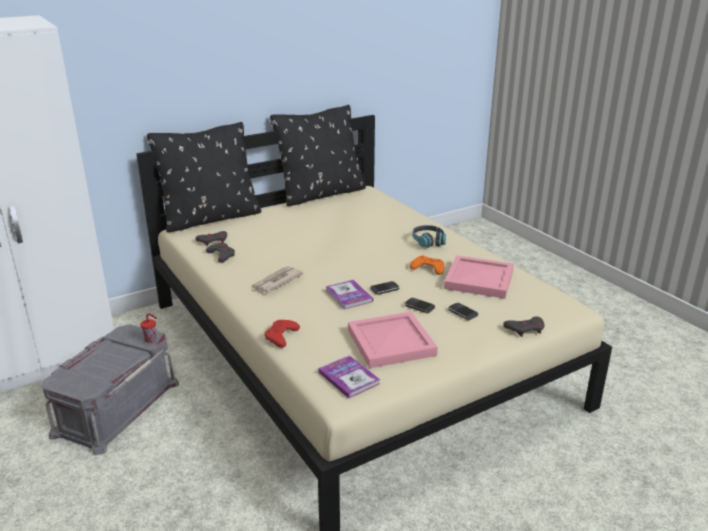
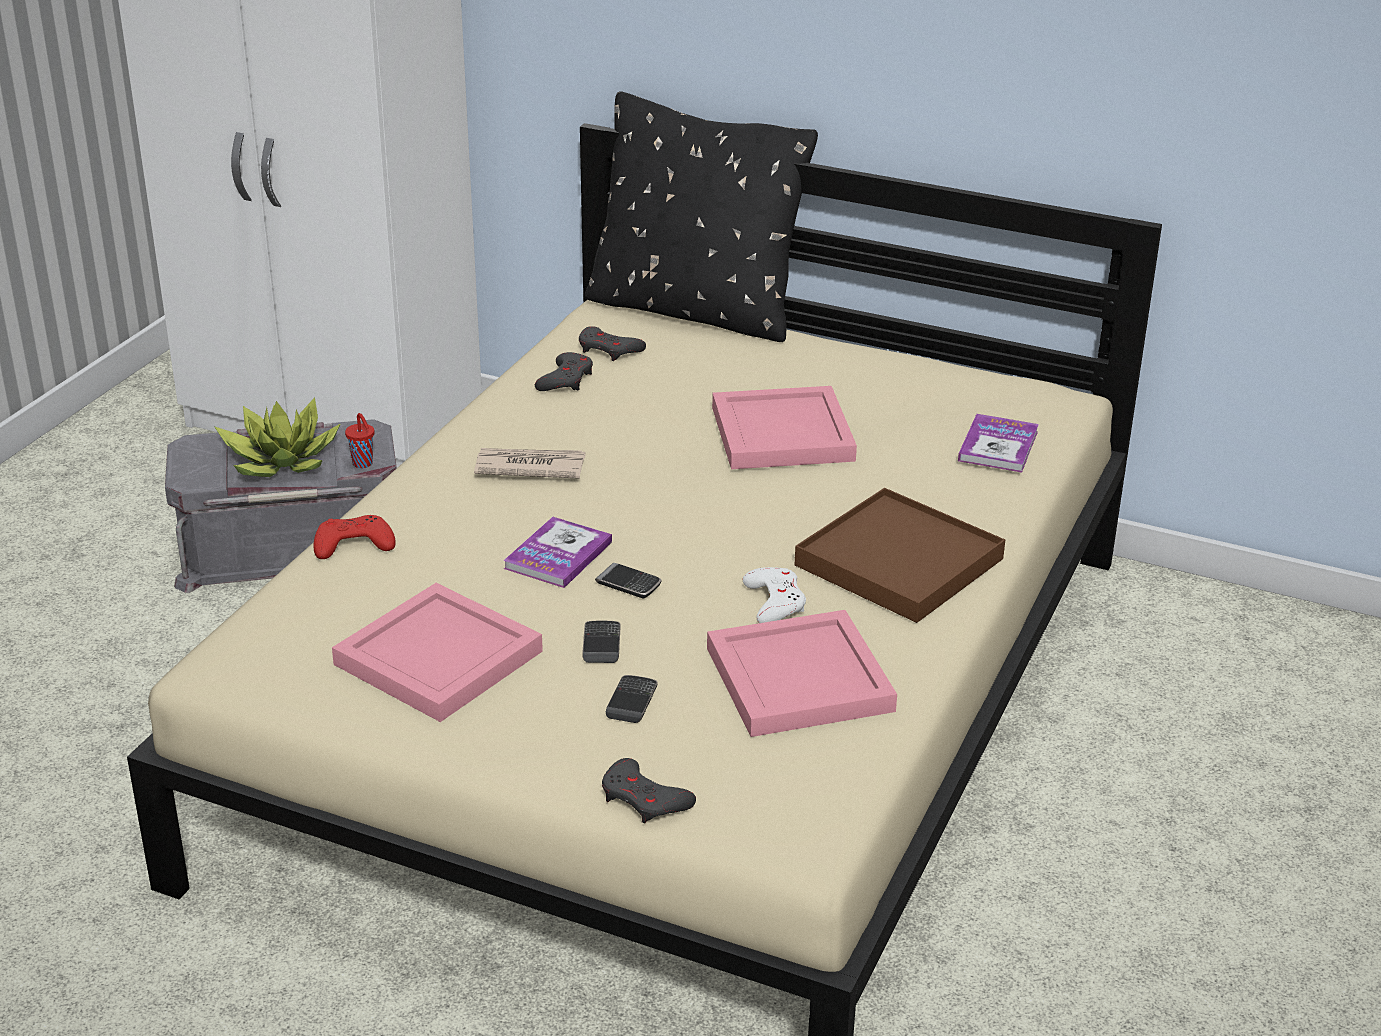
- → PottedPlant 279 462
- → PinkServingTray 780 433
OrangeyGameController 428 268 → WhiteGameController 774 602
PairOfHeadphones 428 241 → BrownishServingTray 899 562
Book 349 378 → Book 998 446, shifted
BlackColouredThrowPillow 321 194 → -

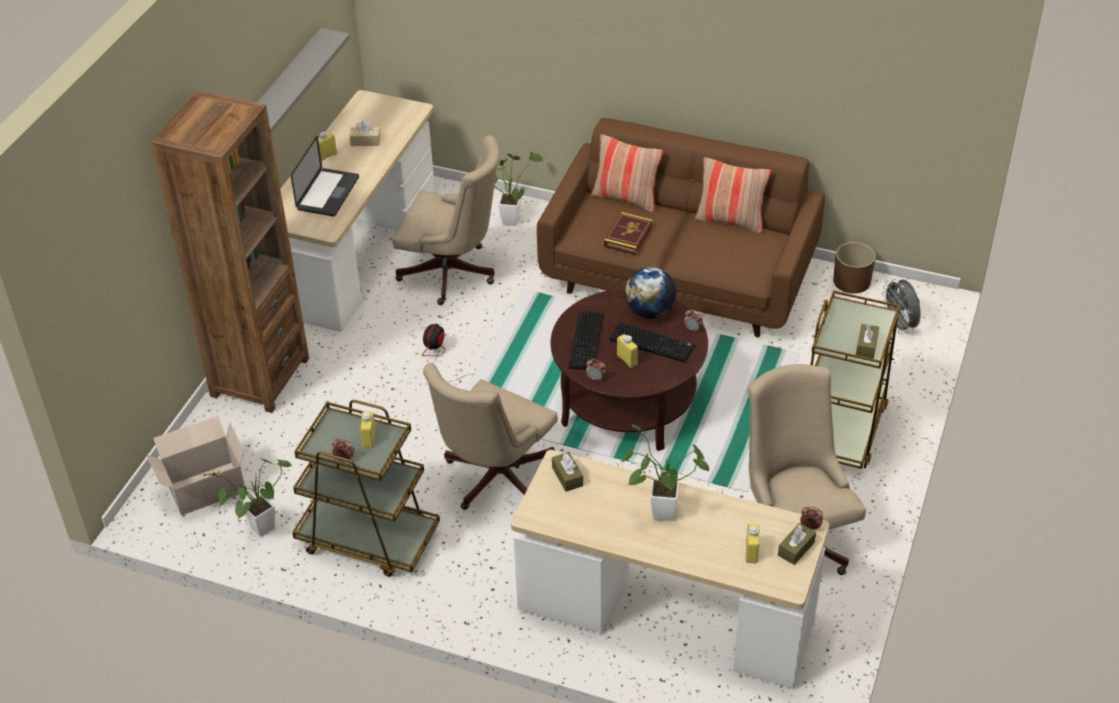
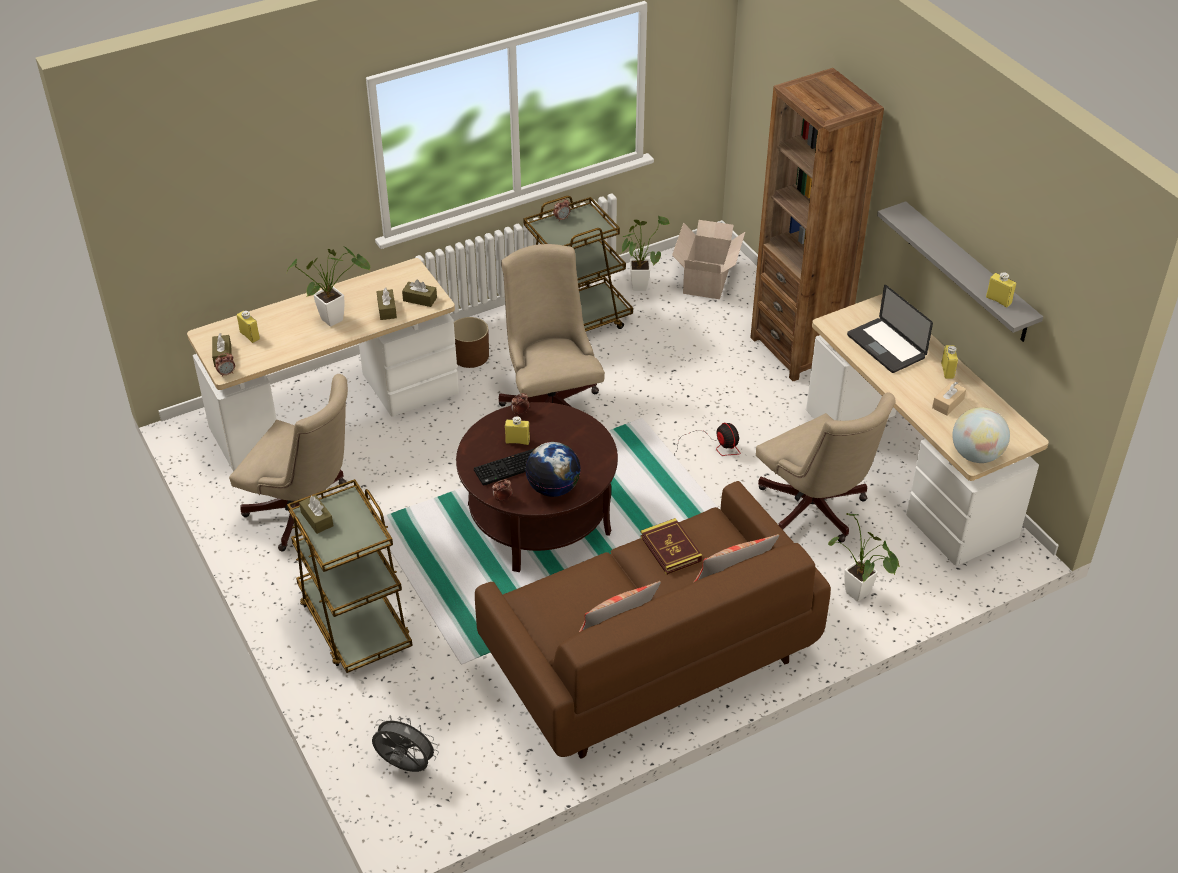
- → BrownishTissueBox 387 309
BrownishFlowerPot 852 281 → BrownishFlowerPot 470 356, shifted
BeigeComputerChair 453 274 → BeigeComputerChair 815 512, 90 degrees counterclockwise
- → WorldGlobe 976 455
YellowishBottle 369 438 → YellowishBottle 998 300, shifted
ComputerKeyboard 587 342 → -

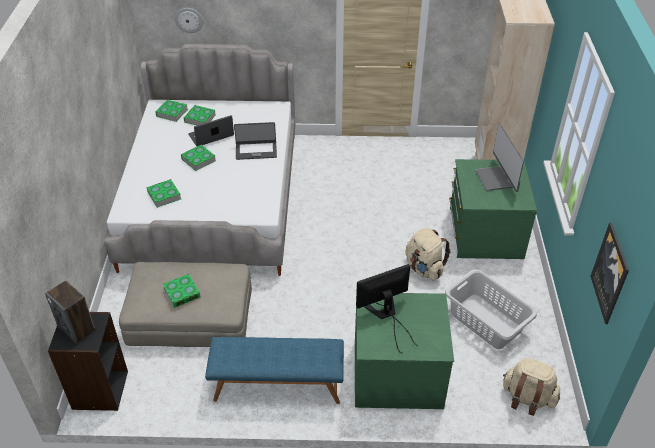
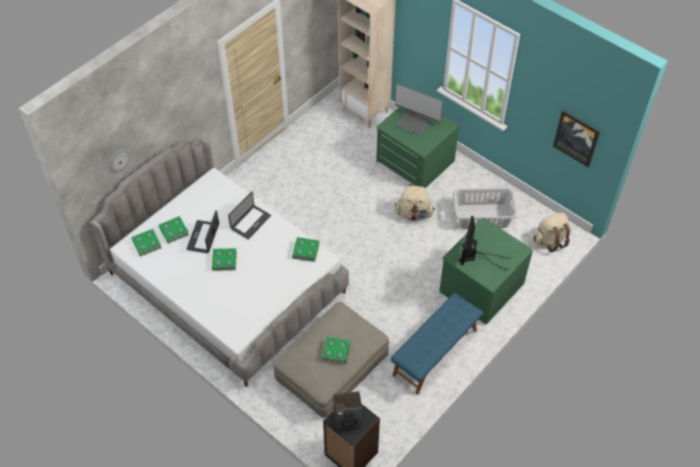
Book 164 195 → Book 306 251, shifted

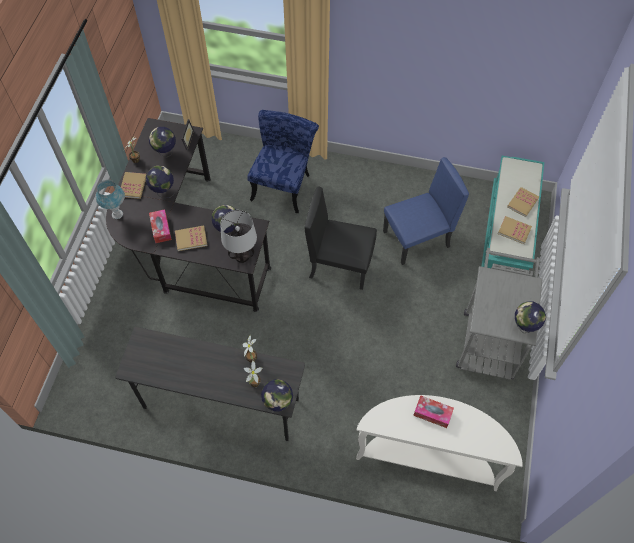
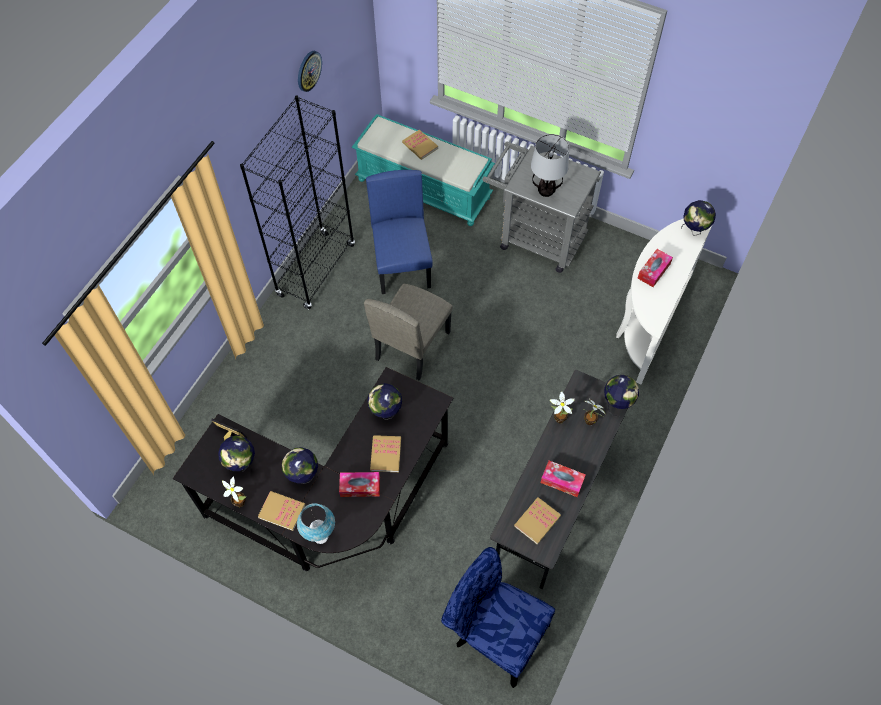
- → BlackColouredBookshelf 316 270
- → WallClock 308 70
BlackColouredPlainChair 340 264 → BeigePlainChair 412 345
BluishPlainChair 283 183 → BluishPlainChair 494 631, shifted
Book 514 230 → Book 537 521, shifted
LampForATable 241 257 → LampForATable 546 191, shifted
- → TissueBox 562 481
WorldGlobe 524 327 → WorldGlobe 694 230, shifted

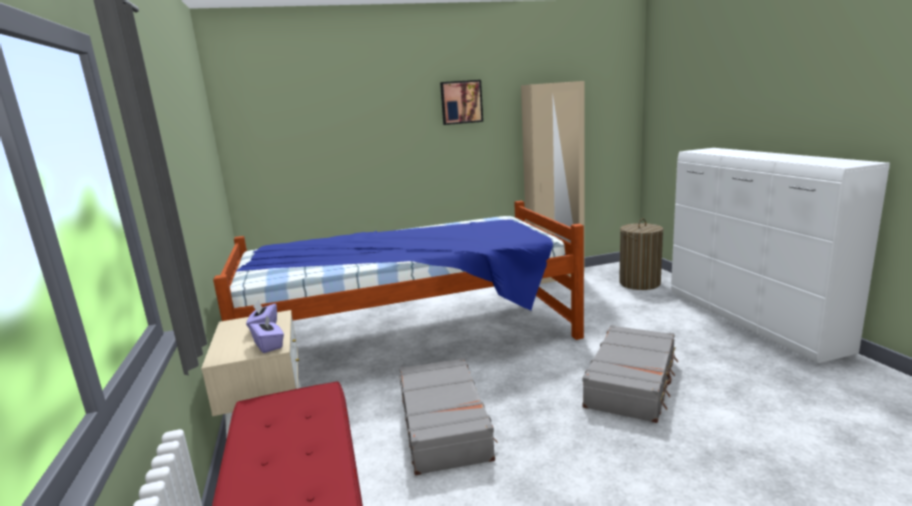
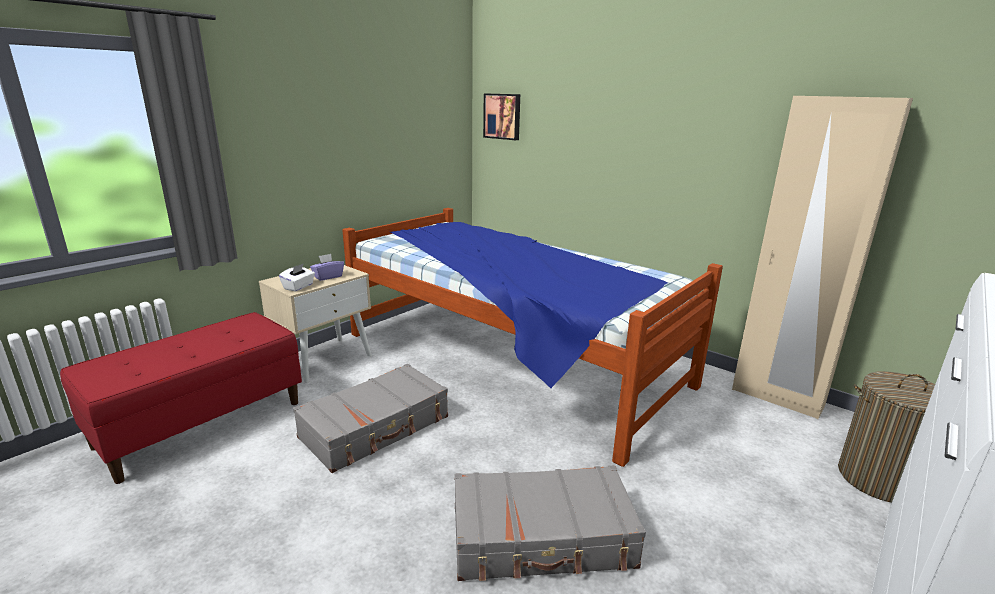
PurpleTissueBox 269 345 → WhiteTissueBox 299 287
WallArt 461 102 → WallArt 502 116, shifted

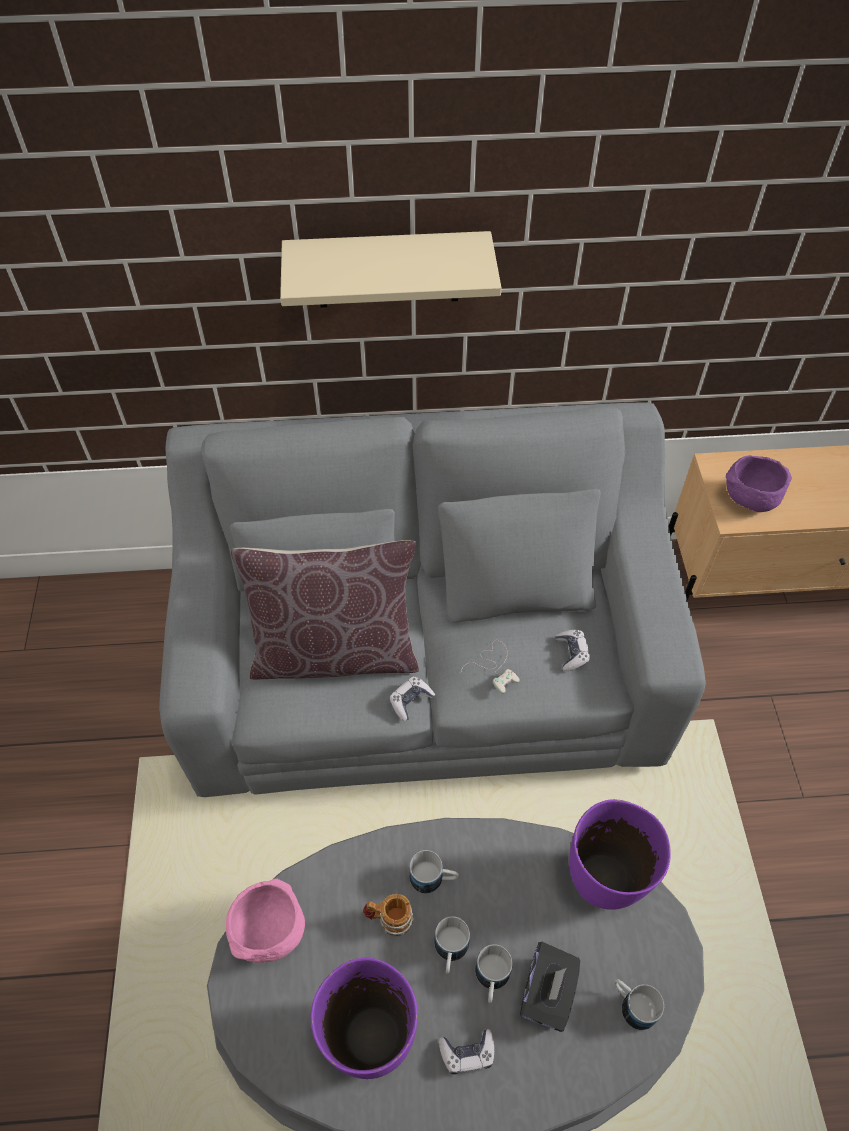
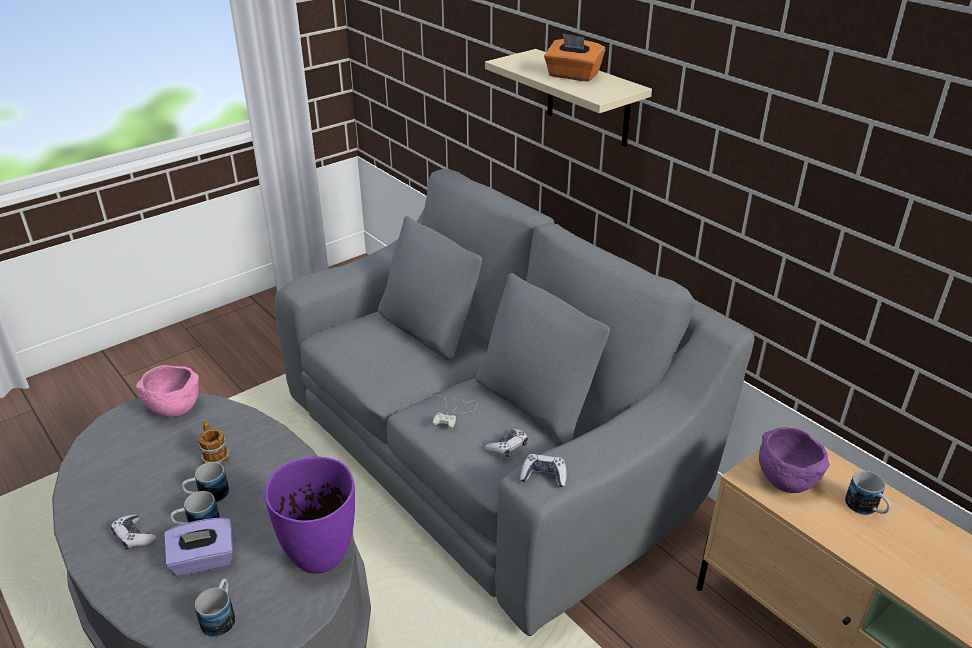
BlackColouredTissueBox 547 993 → PurpleTissueBox 204 561
GameController 410 701 → GameController 544 476, shifted
- → OrangeyTissueBox 573 76
TeaMug 433 878 → TeaMug 866 509, shifted
BrownishThrowPillow 335 652 → -
PurpleVase 370 1037 → -

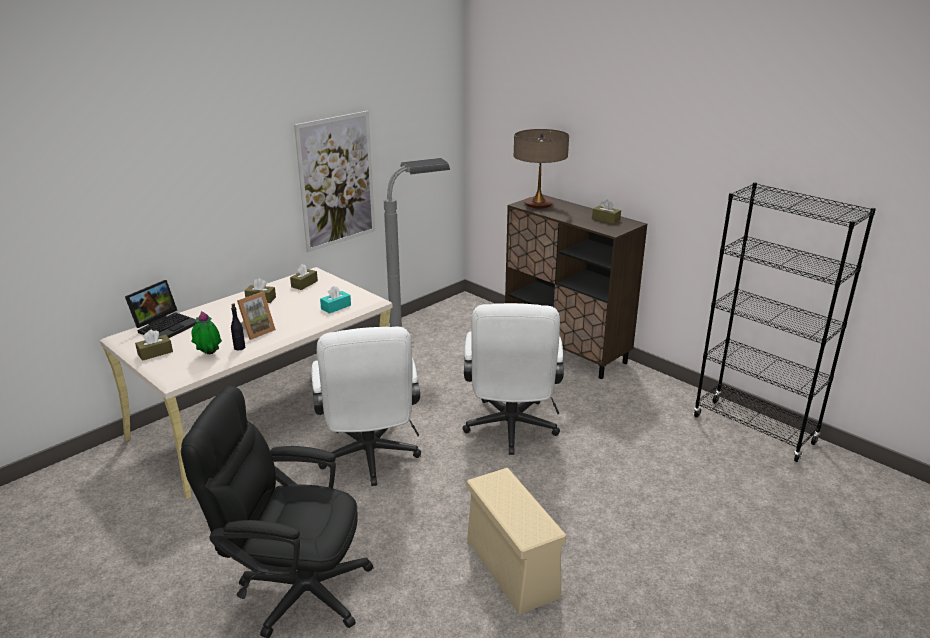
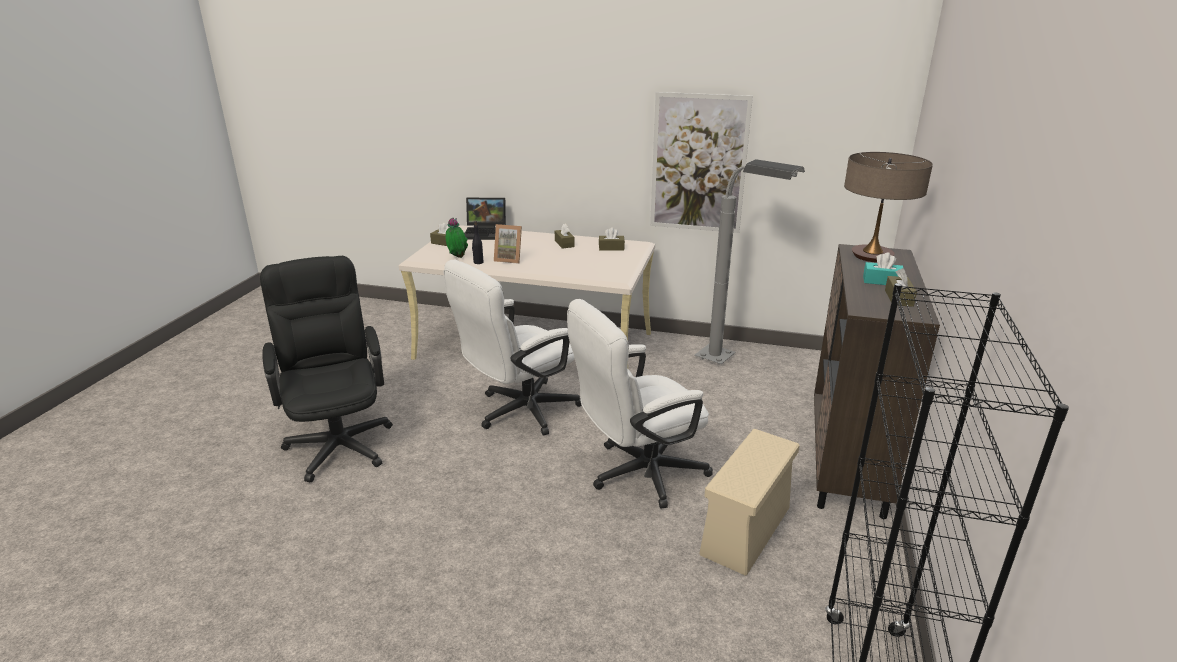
BeigeStorageBin 513 569 → BeigeStorageBin 745 532, shifted
TurquoiseTissueBox 336 307 → TurquoiseTissueBox 882 281, shifted

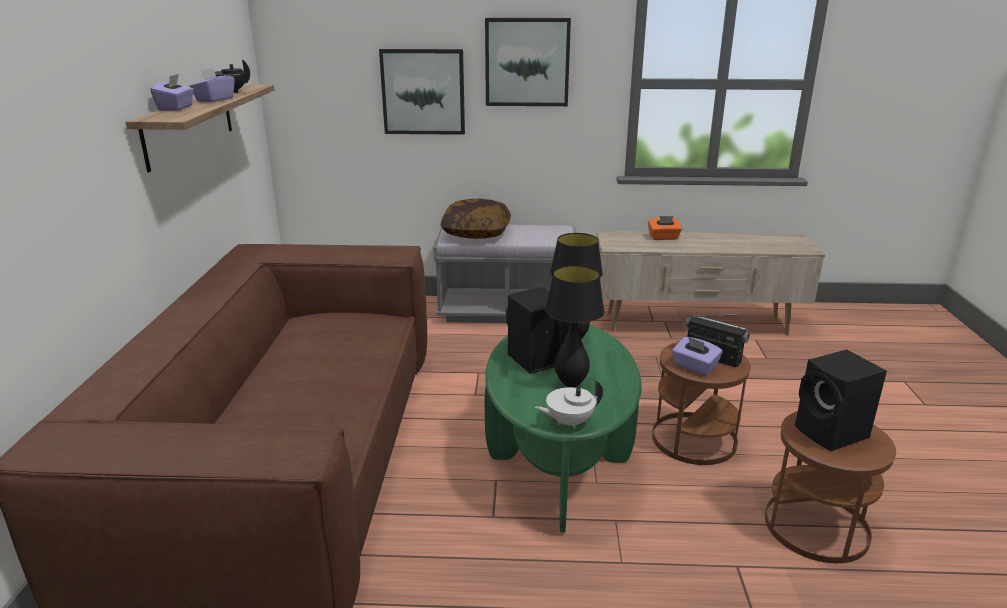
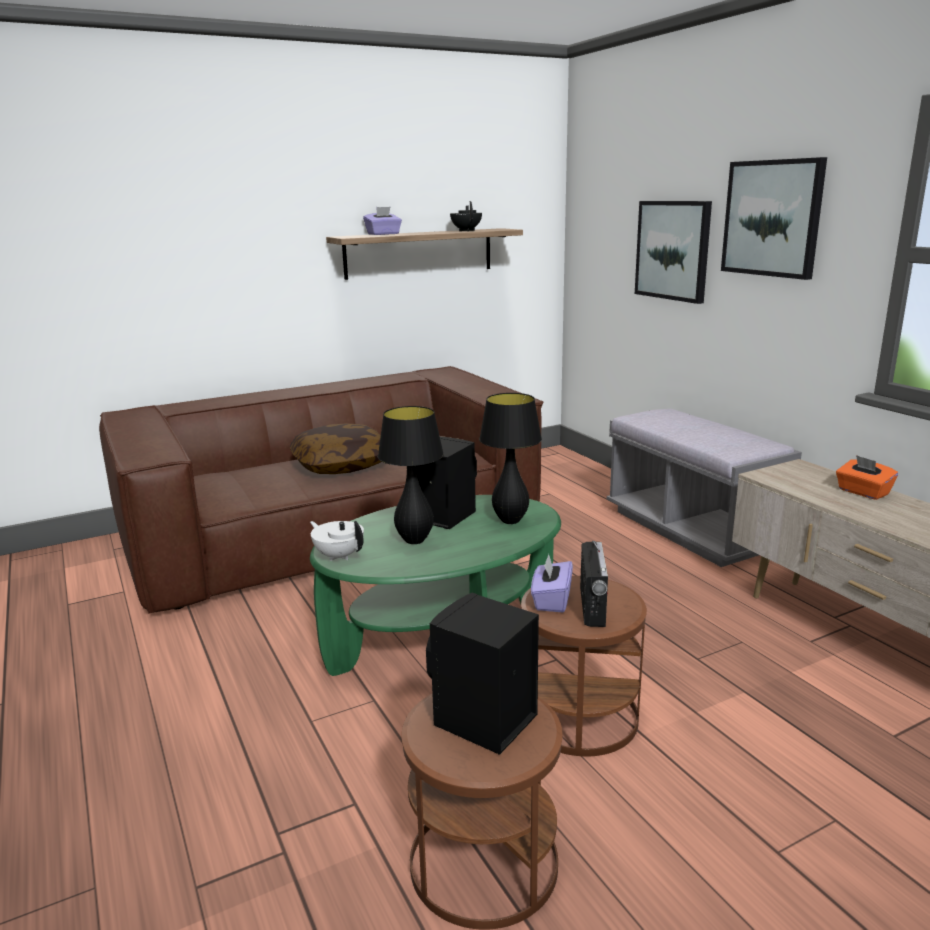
ThrowPillow 476 232 → ThrowPillow 341 465, shifted
PurpleTissueBox 214 100 → -

